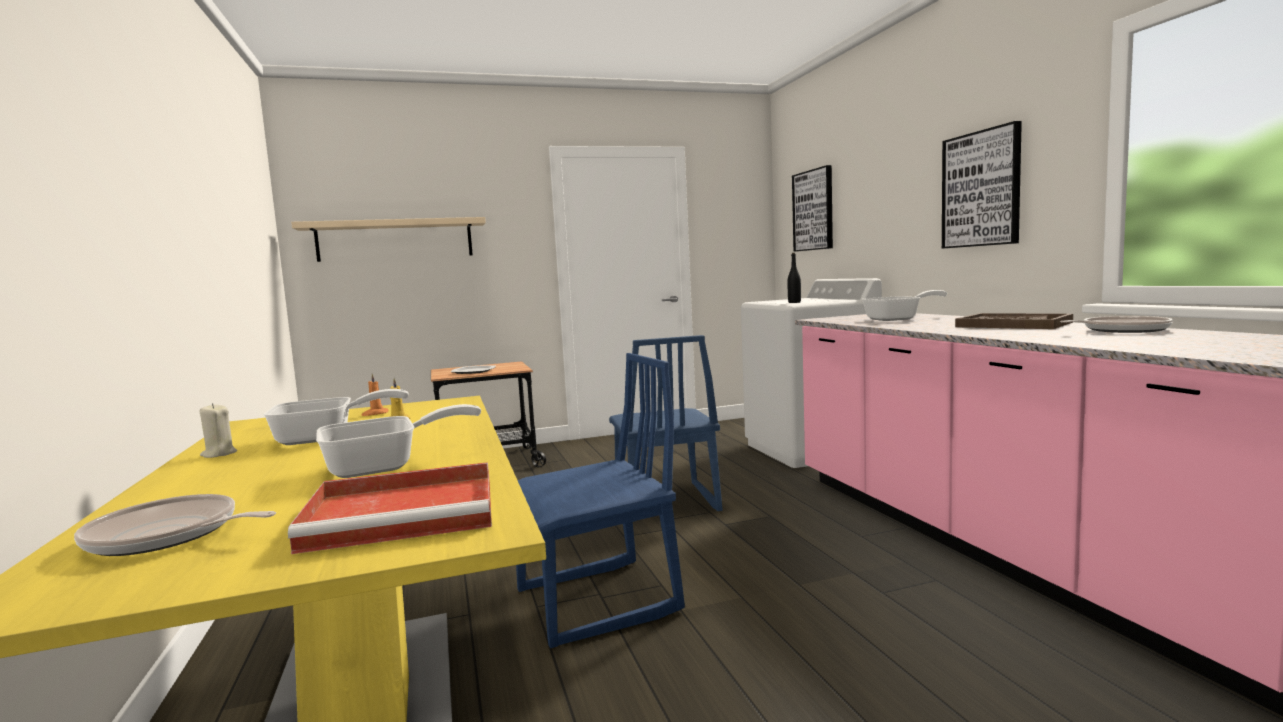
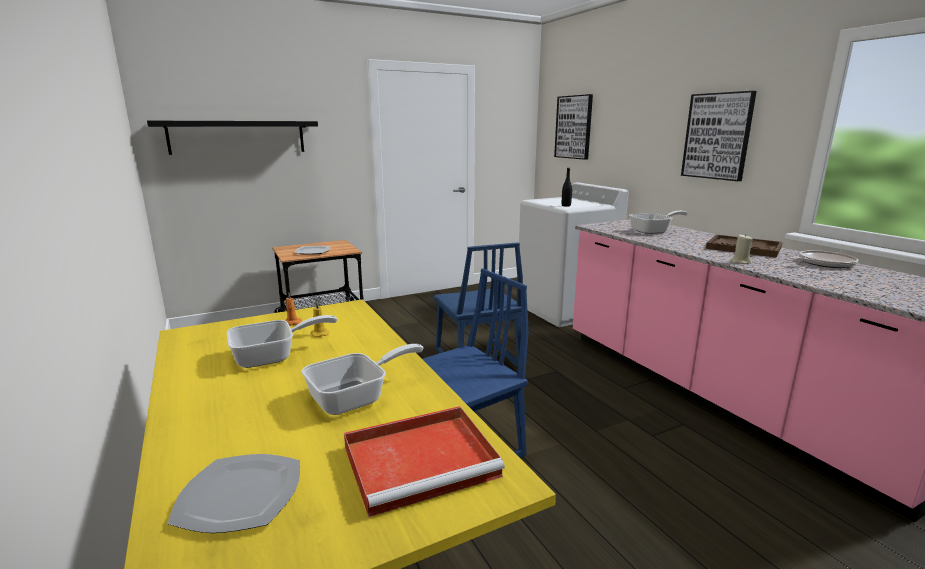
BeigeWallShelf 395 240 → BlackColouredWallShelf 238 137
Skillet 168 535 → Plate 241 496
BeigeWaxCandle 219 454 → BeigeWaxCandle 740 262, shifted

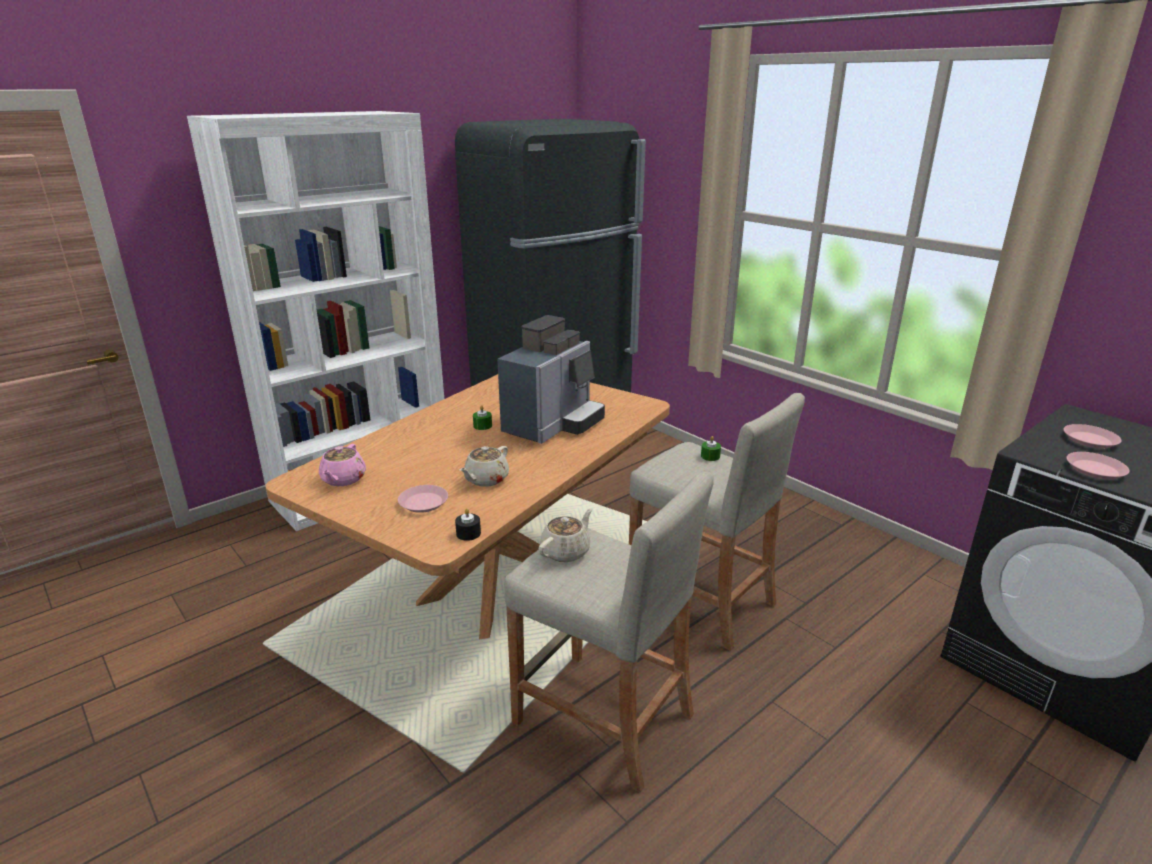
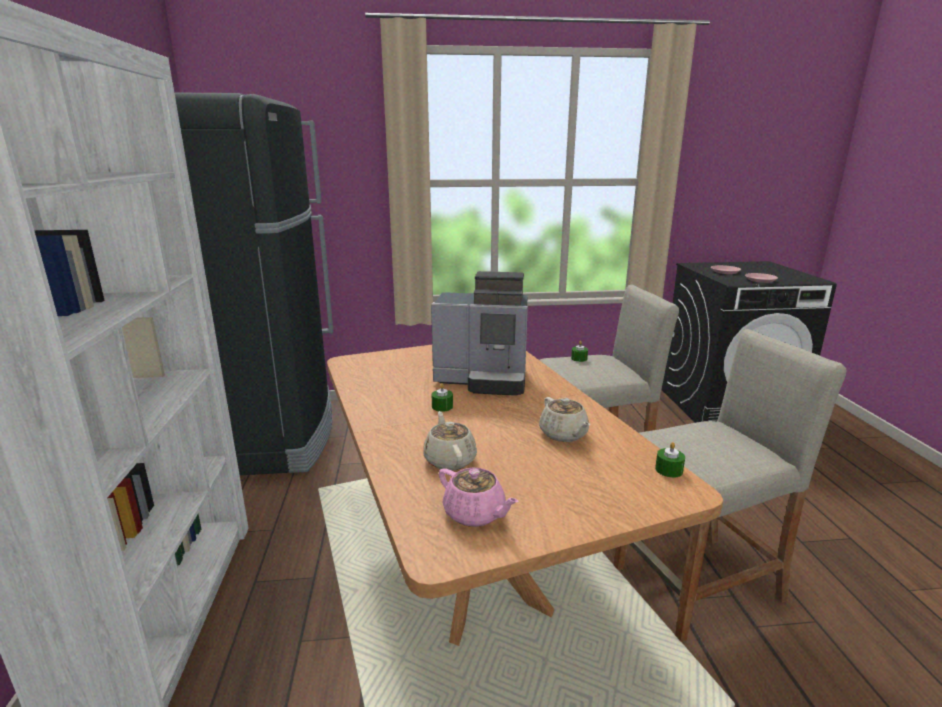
BeigePotForTea 566 551 → BeigePotForTea 449 460, shifted
CoffeeMaker 553 424 → CoffeeMaker 484 379, 120 degrees clockwise
BlackColouredWaxCandle 468 533 → GreenWaxCandle 669 470
PinkPlate 424 502 → -

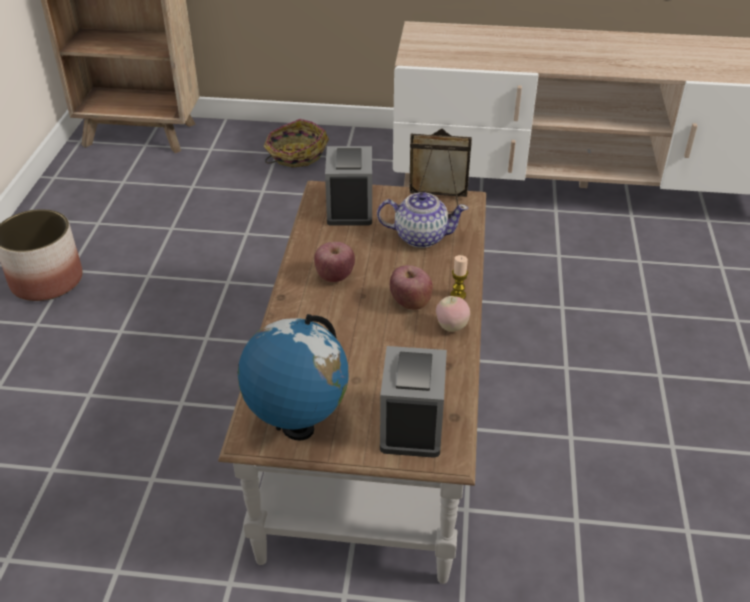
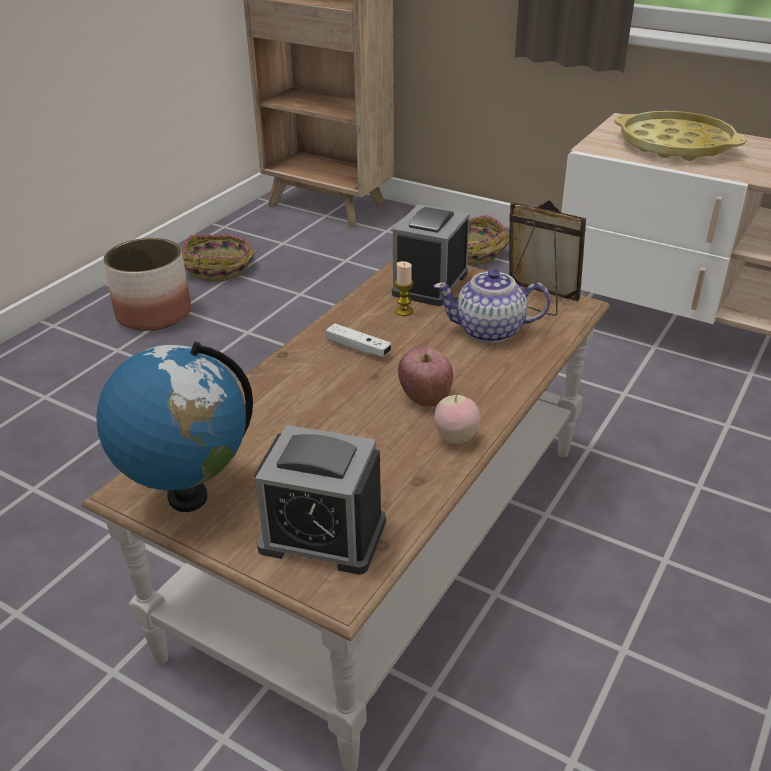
- → StorageBasket 220 268
AlarmClock 412 423 → AlarmClock 322 535, 105 degrees counterclockwise
Apple 334 276 → WhiteGameController 358 348
WaxCandle 458 295 → WaxCandle 404 311, shifted
PotForTea 420 236 → PotForTea 490 331, 150 degrees clockwise
- → YellowishServingTray 675 145

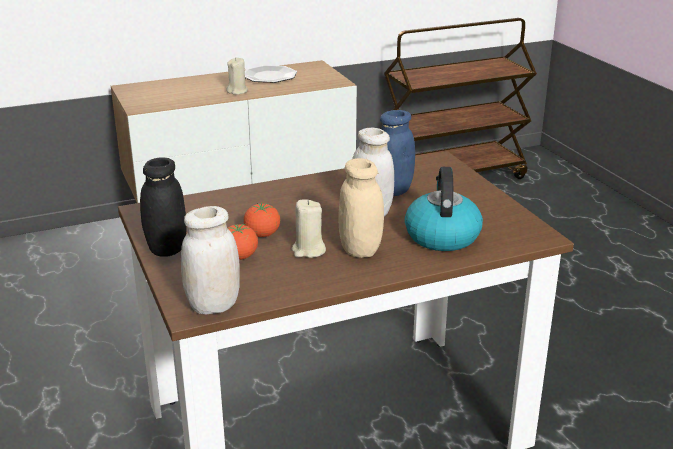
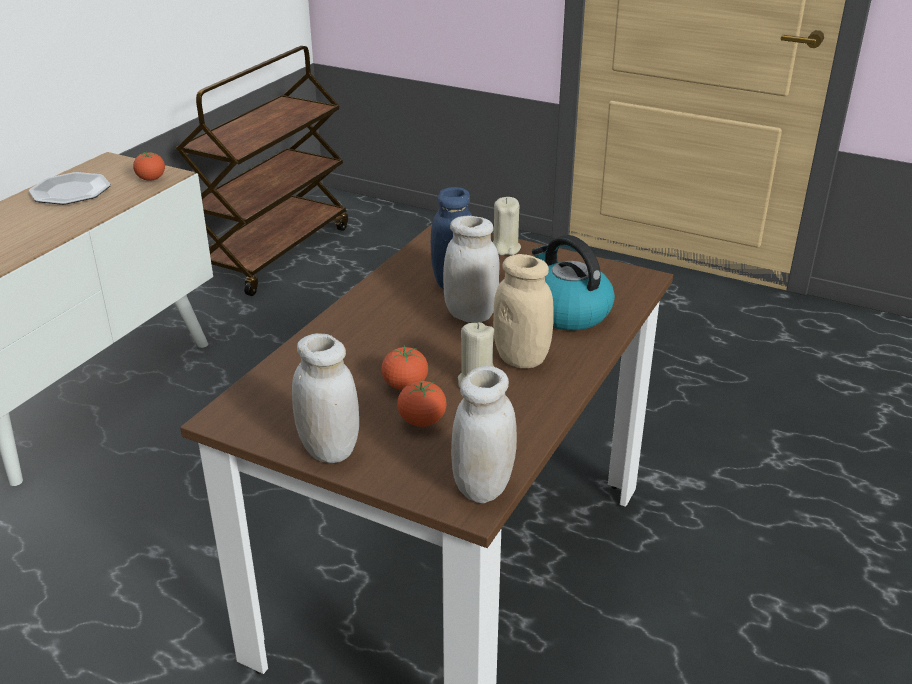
- → Tomato 151 179
BlackColouredPreserveJar 167 248 → WhitePreserveJar 329 449
BeigeWaxCandle 237 91 → BeigeWaxCandle 504 248, shifted

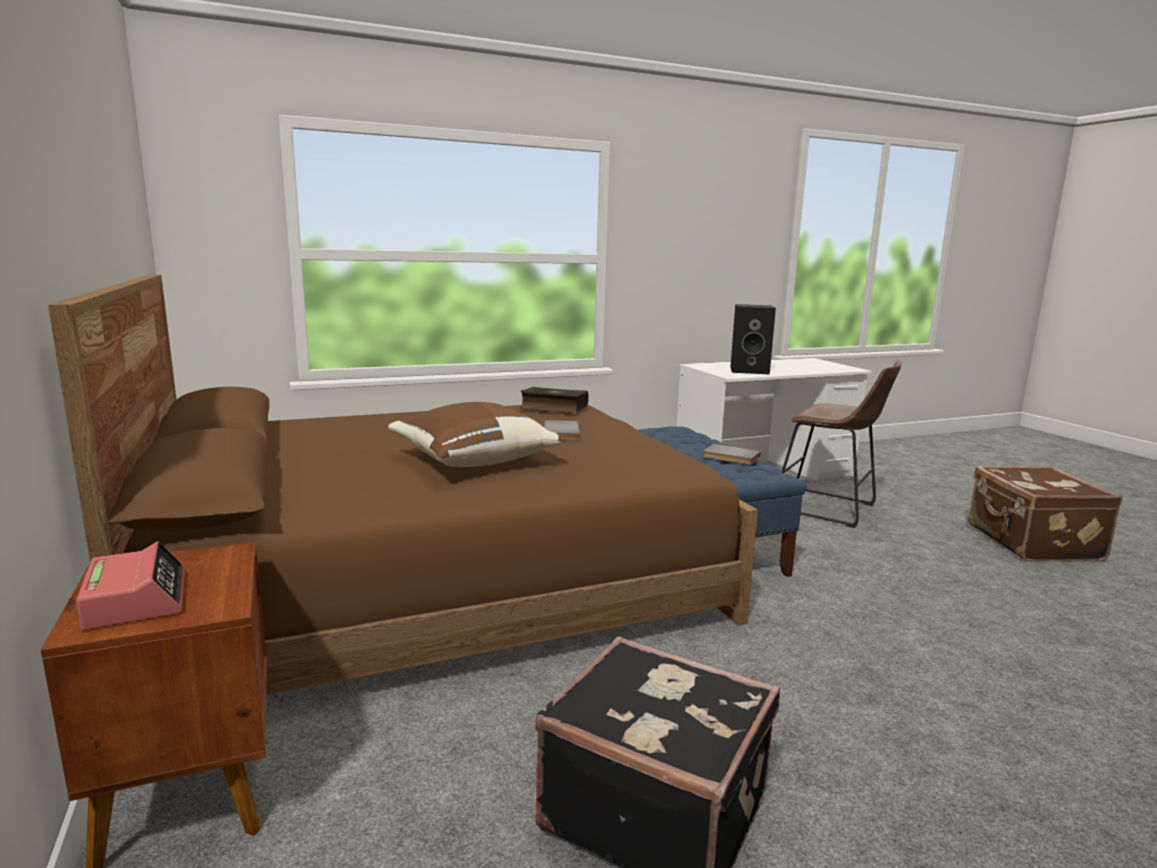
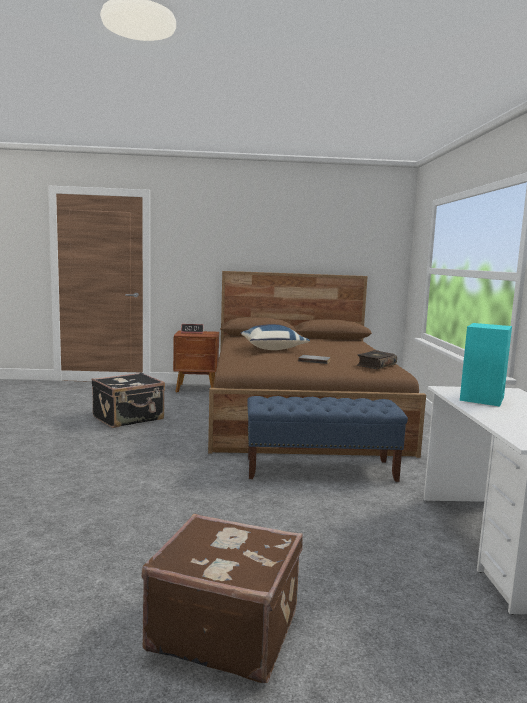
BrownishThrowPillow 472 460 → BluishThrowPillow 272 349
BlackColouredAudioSpeaker 750 370 → TurquoiseAudioSpeaker 483 399
GreyBook 730 457 → -
BrownishSittingStool 830 509 → -

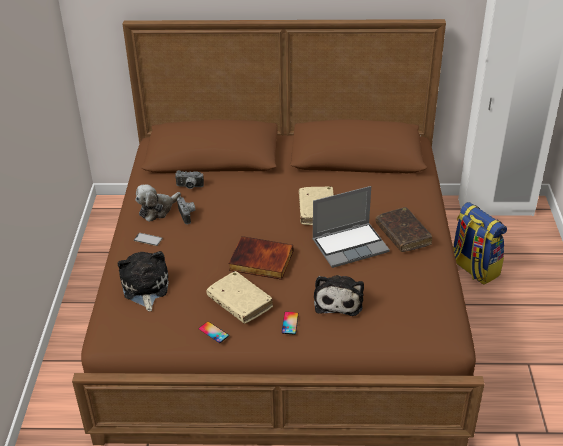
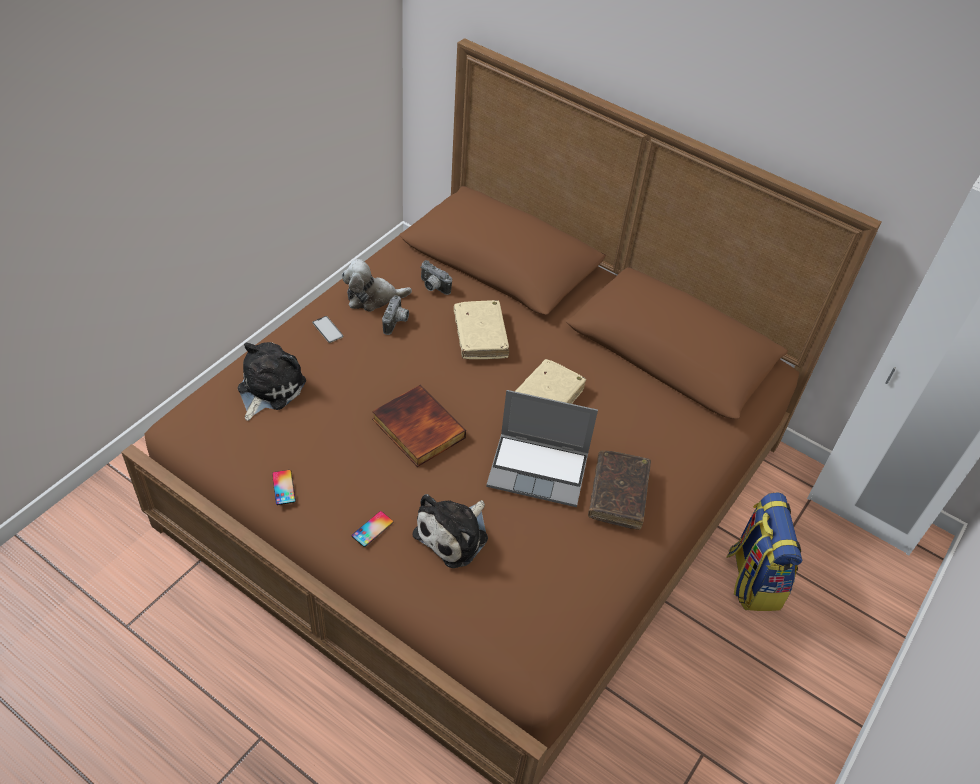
BeigeBook 240 302 → BeigeBook 480 336, shifted

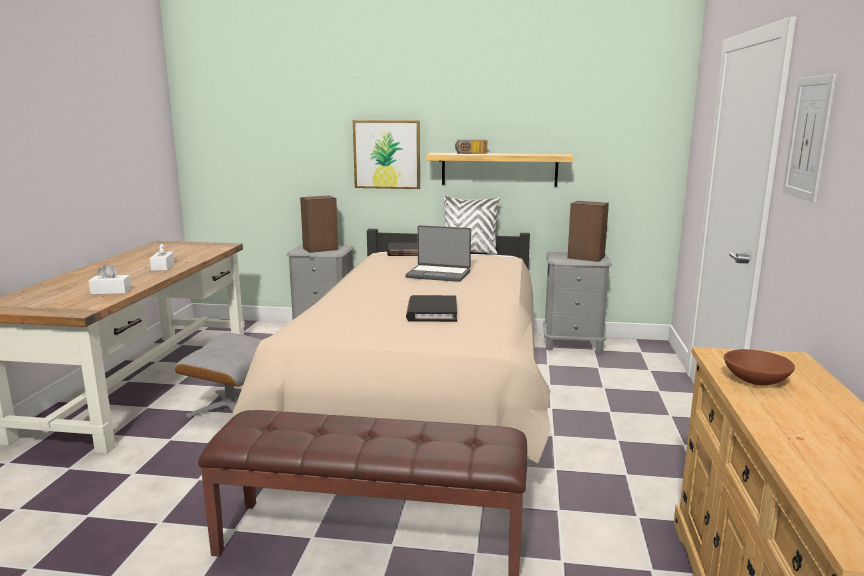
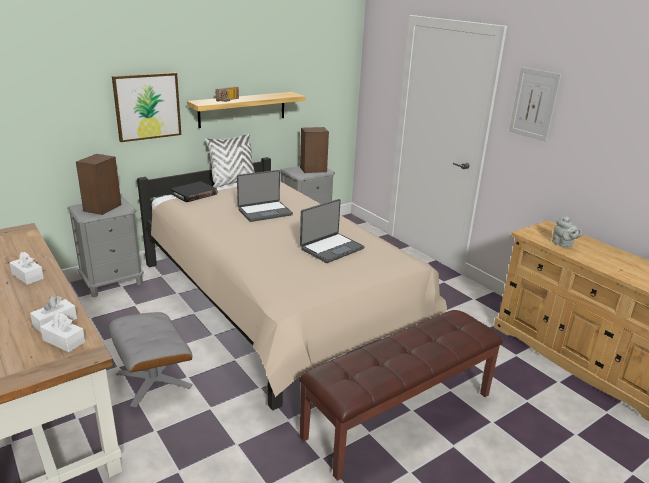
- → WhiteTissueBox 64 341
BlackColouredBook 432 312 → PortableComputer 331 248
BrownishBowl 755 380 → GreyPotForTea 563 244

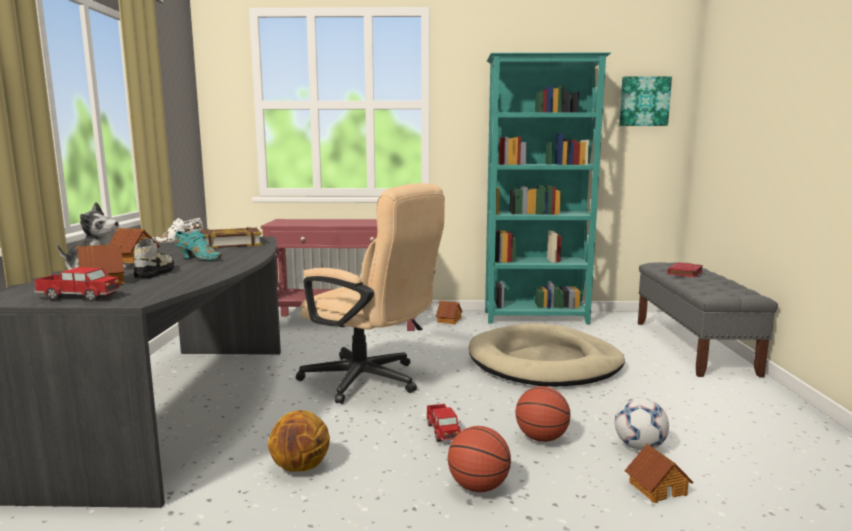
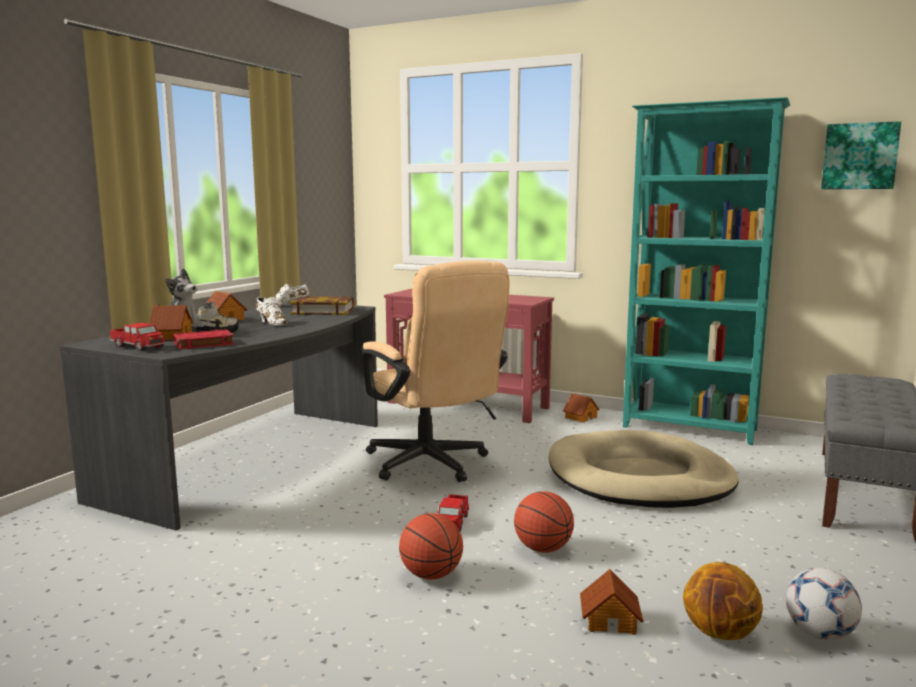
RedBook 685 273 → RedBook 203 344, shifted
TurquoiseShoe 197 258 → WhiteShoe 271 323
Basketball 300 467 → Basketball 720 633, shifted
Football 639 447 → Football 819 633, shifted

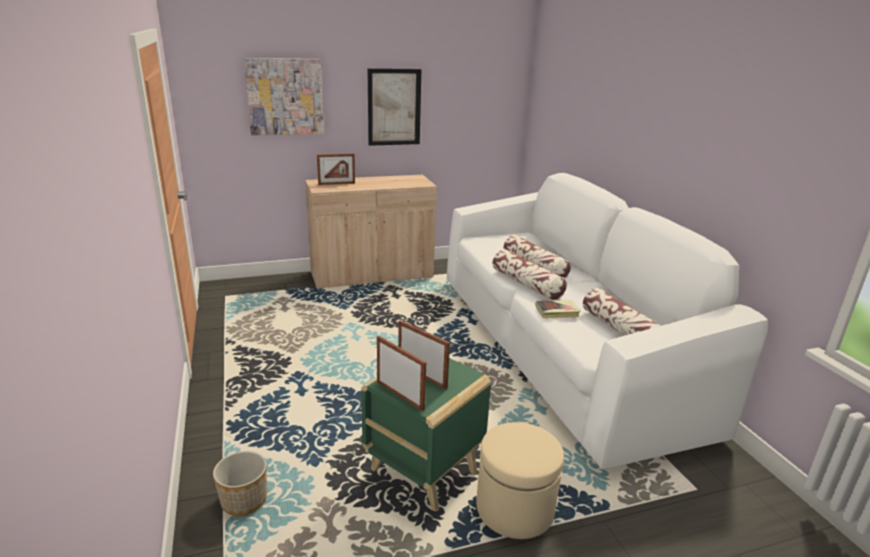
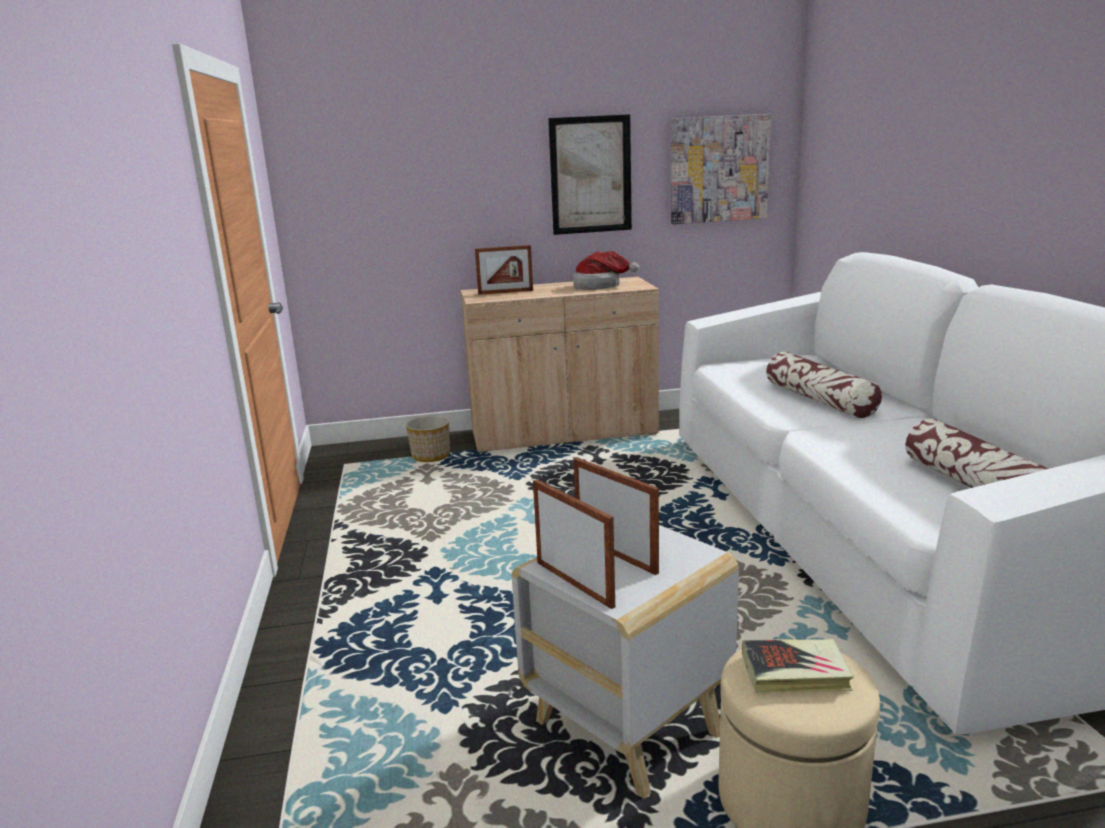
FlowerPot 244 501 → FlowerPot 431 456, shifted
GreenAccentTable 422 471 → WhiteAccentTable 624 728
- → Hat 600 286
WallArt 285 96 → WallArt 719 169, shifted
Book 557 312 → Book 795 672, shifted
ThrowPillow 527 284 → -

